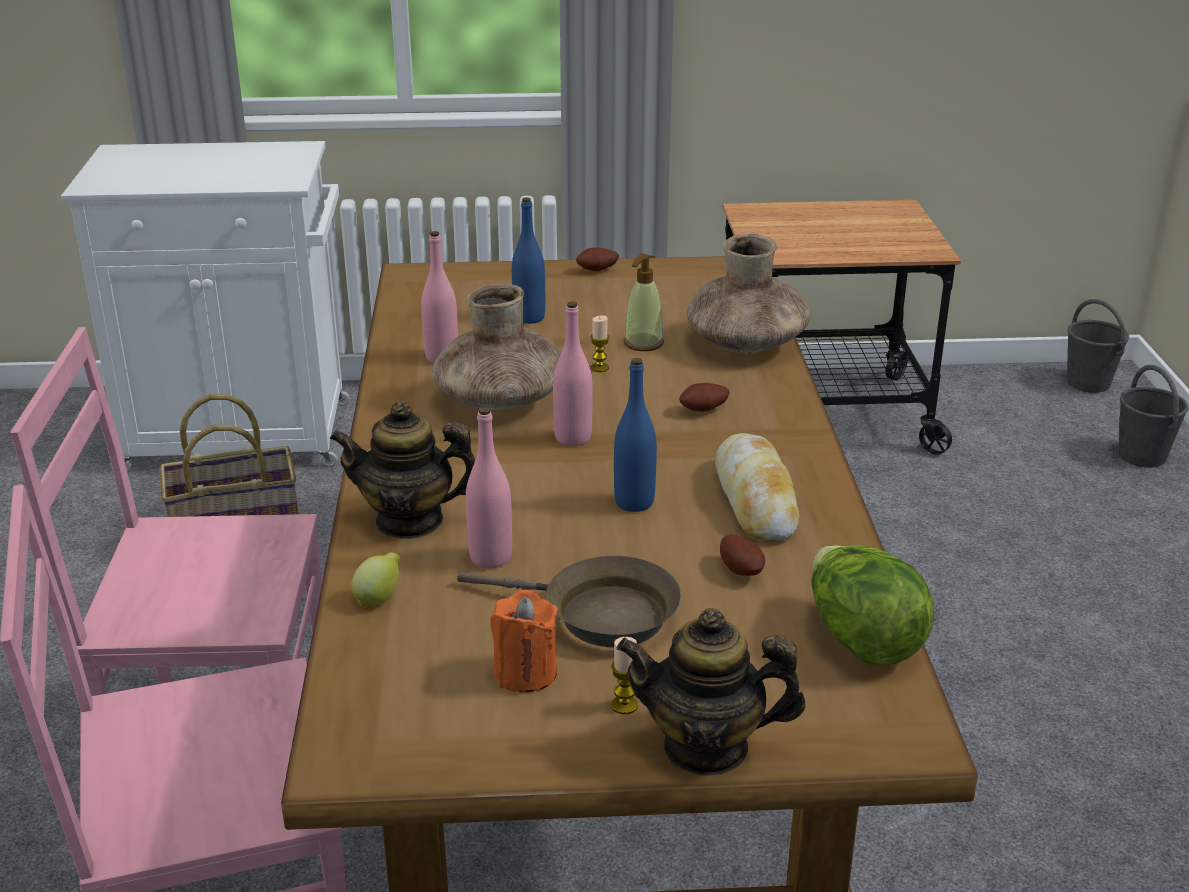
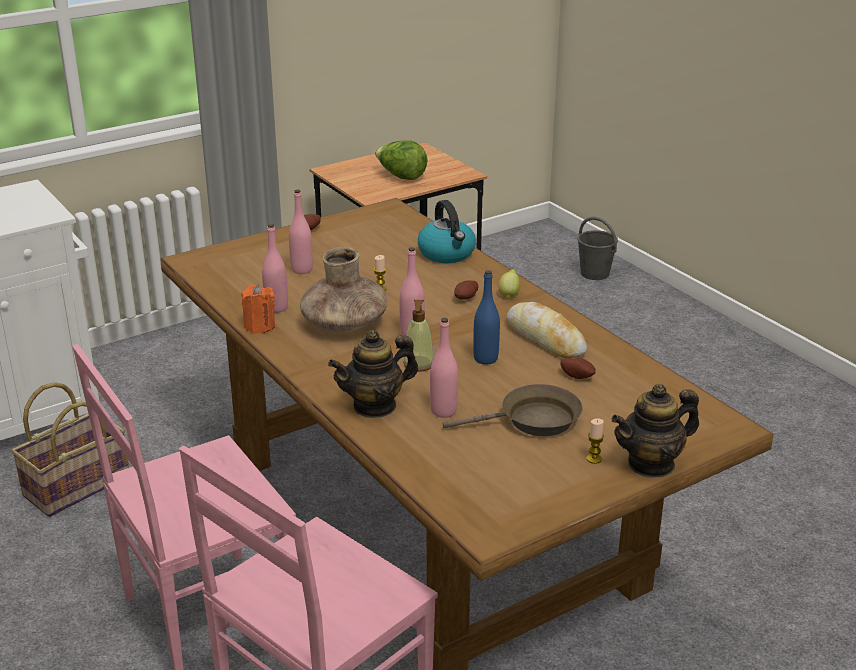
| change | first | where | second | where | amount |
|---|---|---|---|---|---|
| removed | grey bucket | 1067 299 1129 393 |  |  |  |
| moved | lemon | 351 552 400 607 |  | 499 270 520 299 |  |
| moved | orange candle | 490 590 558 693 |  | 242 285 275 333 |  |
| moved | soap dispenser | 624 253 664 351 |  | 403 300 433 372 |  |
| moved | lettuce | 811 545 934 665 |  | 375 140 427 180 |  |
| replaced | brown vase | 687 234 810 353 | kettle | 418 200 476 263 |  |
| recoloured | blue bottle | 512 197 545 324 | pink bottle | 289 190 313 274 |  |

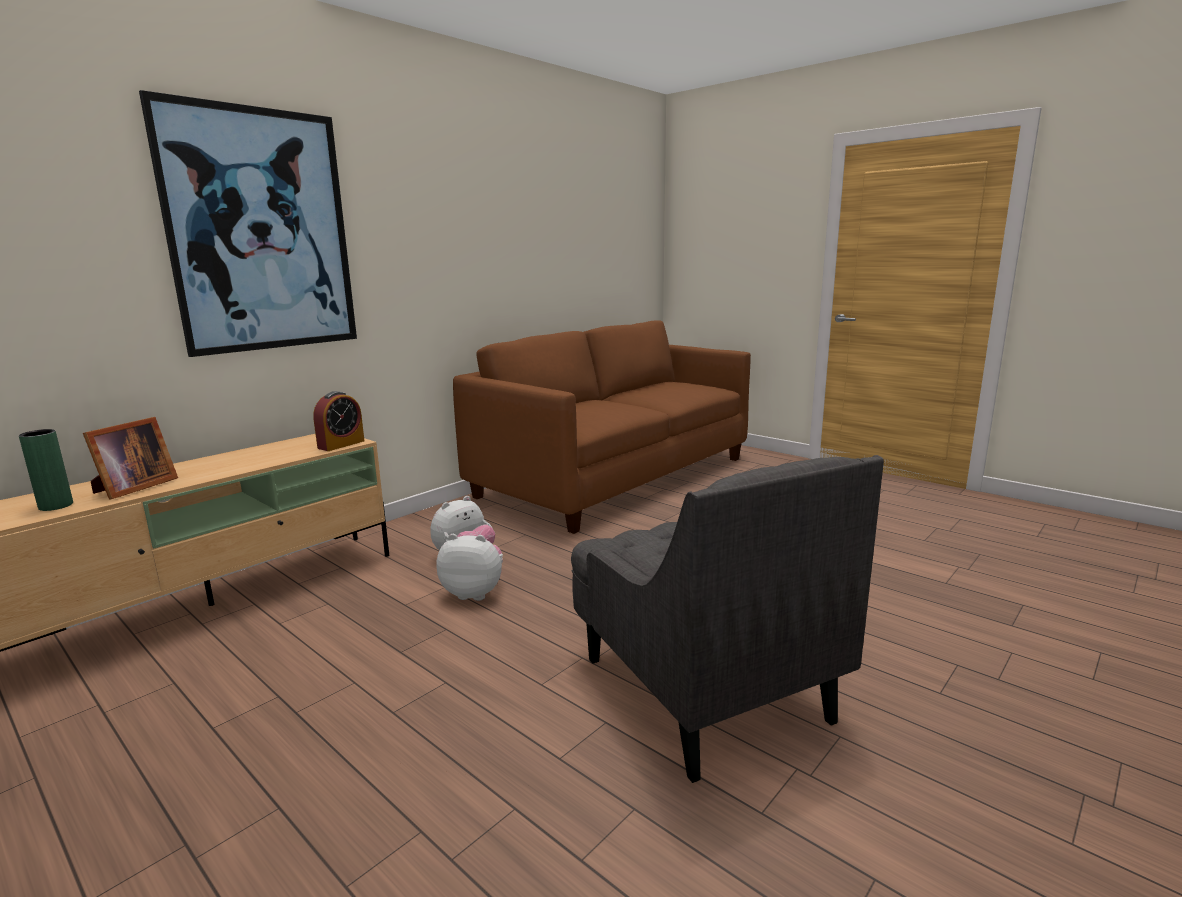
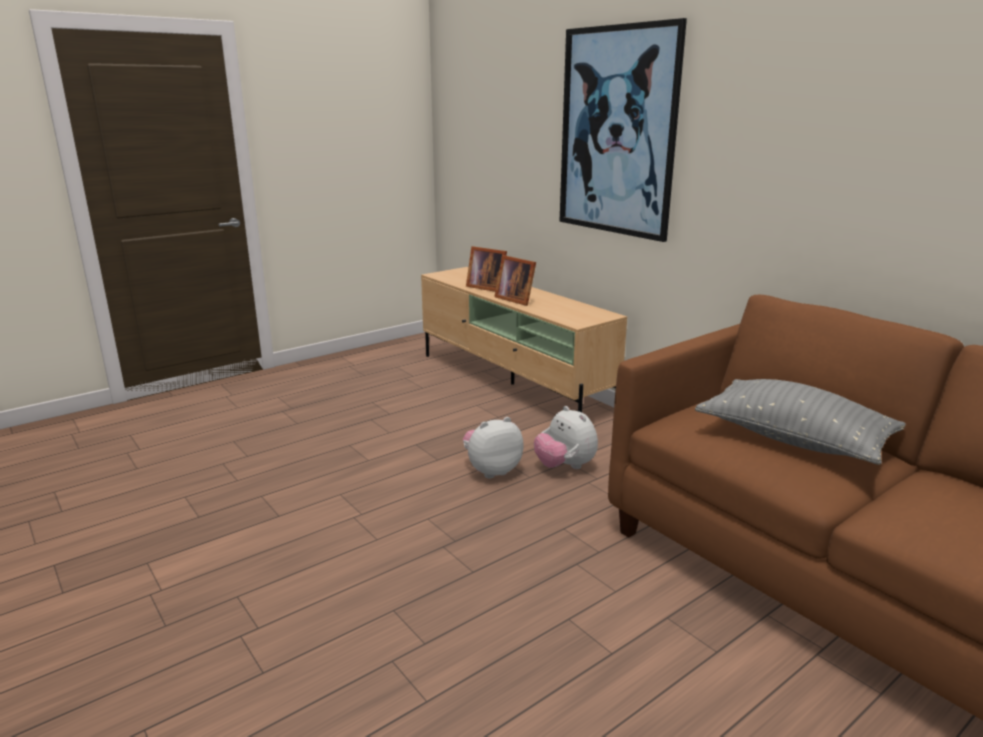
| change | first | where | second | where | amount |
|---|---|---|---|---|---|
| removed | green vase | 19 429 73 511 |  |  |  |
| removed | alarm clock | 313 391 364 451 |  |  |  |
| removed | grey armchair | 571 455 884 783 |  |  |  |
| added |  |  | picture frame | 494 255 536 306 |  |
| added |  |  | grey pillow | 695 379 906 465 |  |
| turned | plush toy | 436 534 503 601 |  | 463 417 524 478 | 135 degrees counterclockwise |

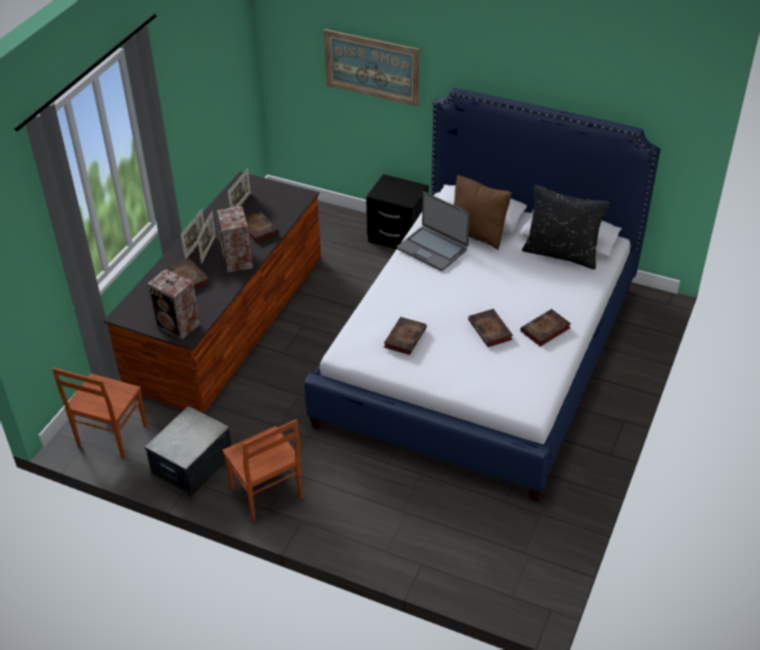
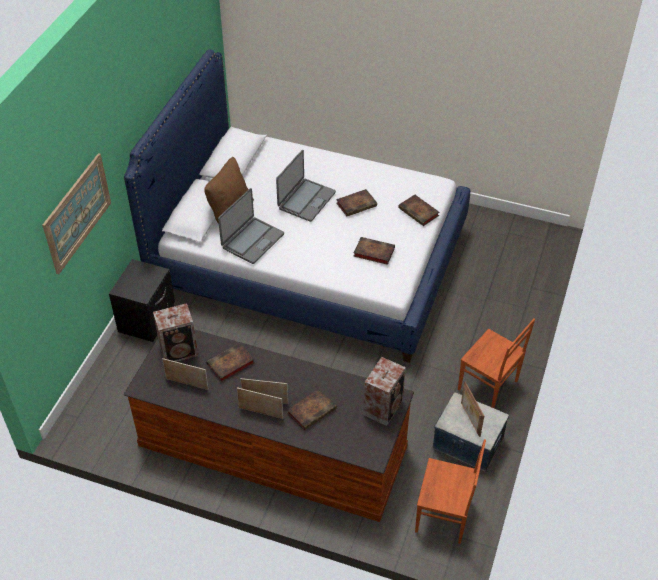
| change | first | where | second | where | amount |
|---|---|---|---|---|---|
| removed | black pillow | 522 185 610 270 |  |  |  |
| added |  |  | laptop | 276 150 336 222 |  |
| added |  |  | picture frame | 461 382 484 437 |  |
| moved | speaker | 216 206 253 273 |  | 153 303 198 362 |  |
| moved | book | 520 309 571 347 |  | 399 195 439 226 |  |
| turned | brown chair | 222 419 303 522 |  | 458 318 535 408 | 75 degrees clockwise |

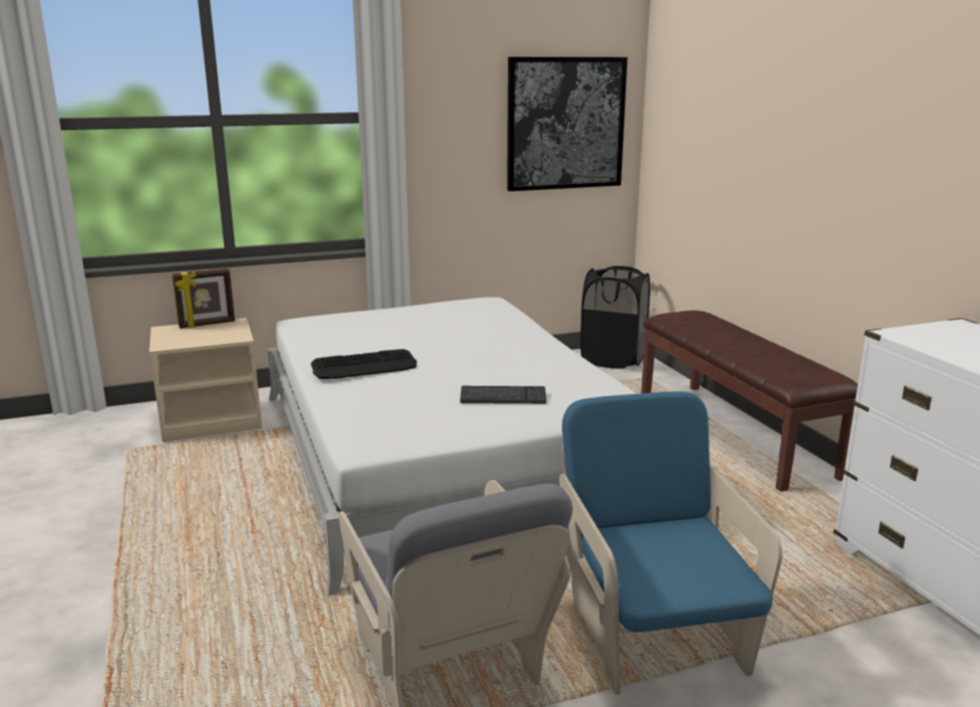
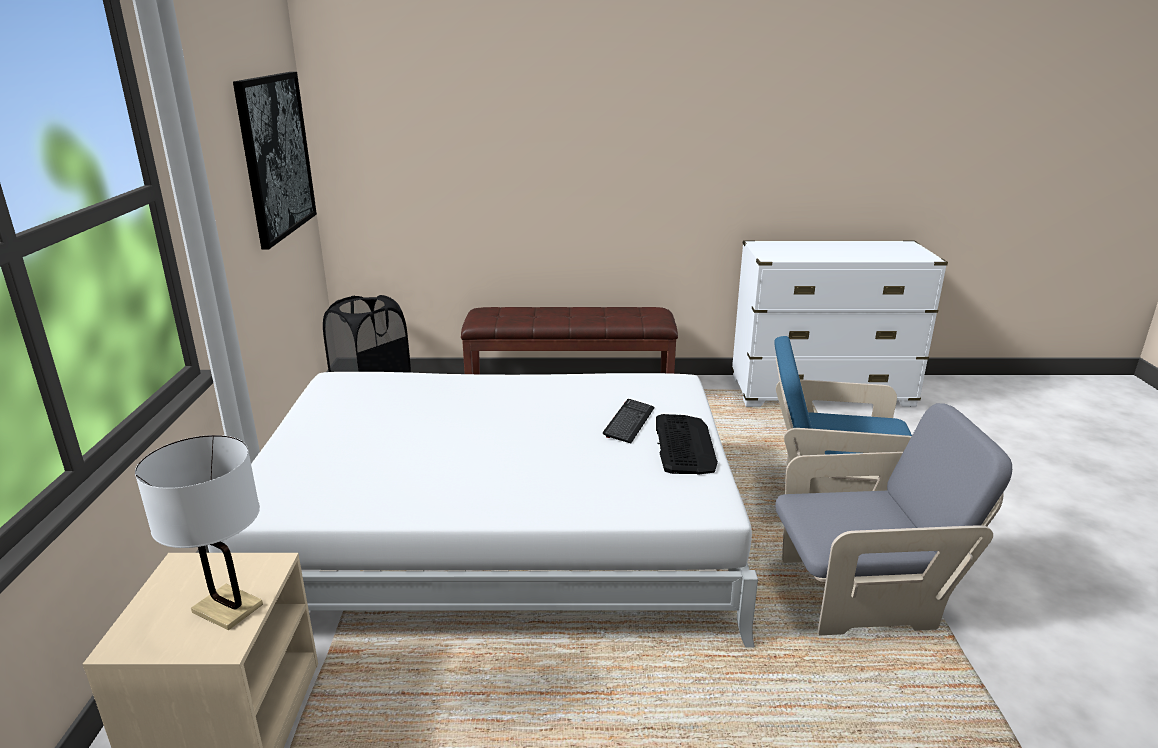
| change | first | where | second | where | amount |
|---|---|---|---|---|---|
| removed | picture frame | 172 268 235 328 |  |  |  |
| added |  |  | white table lamp | 135 435 263 630 |  |
| moved | keyboard | 311 349 417 379 |  | 656 414 718 475 |  |

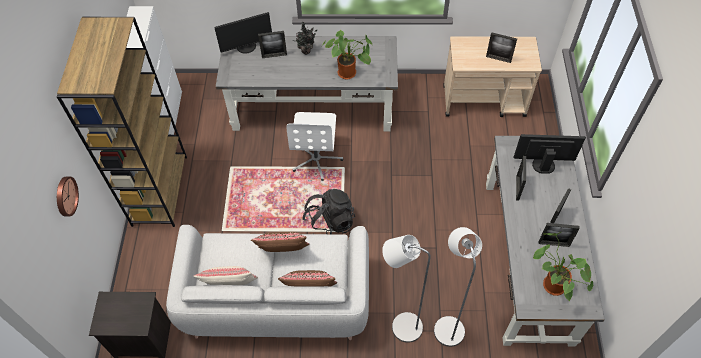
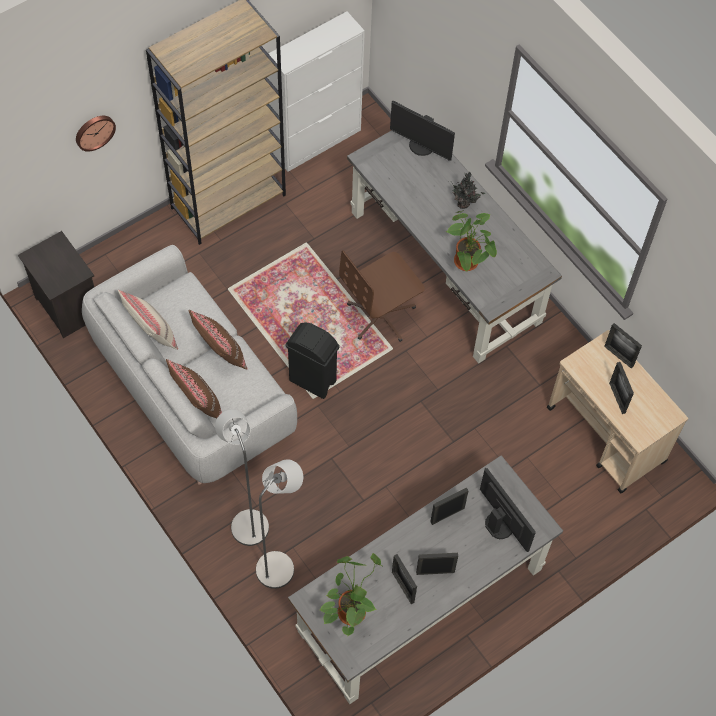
| change | first | where | second | where | amount |
|---|---|---|---|---|---|
| moved | picture frame | 258 31 287 58 |  | 604 323 642 369 |  |
| replaced | black backpack | 303 189 355 234 | black trash can | 285 323 340 399 |  |
| recoloured | white office chair | 286 112 343 181 | brown office chair | 339 250 425 342 |  |

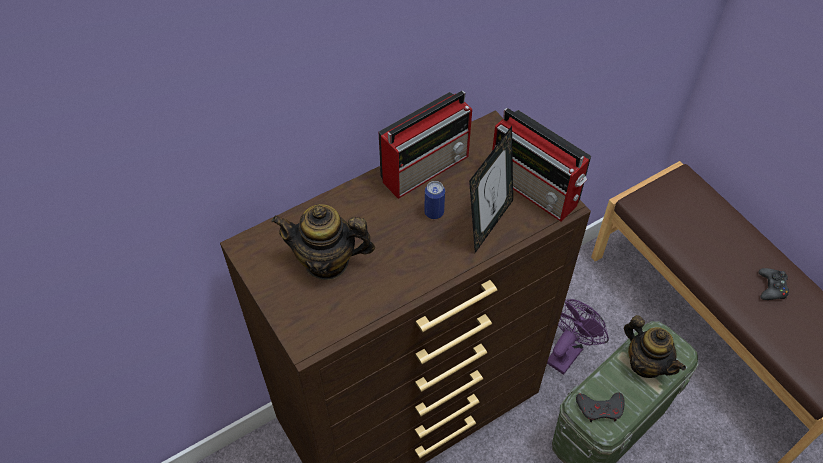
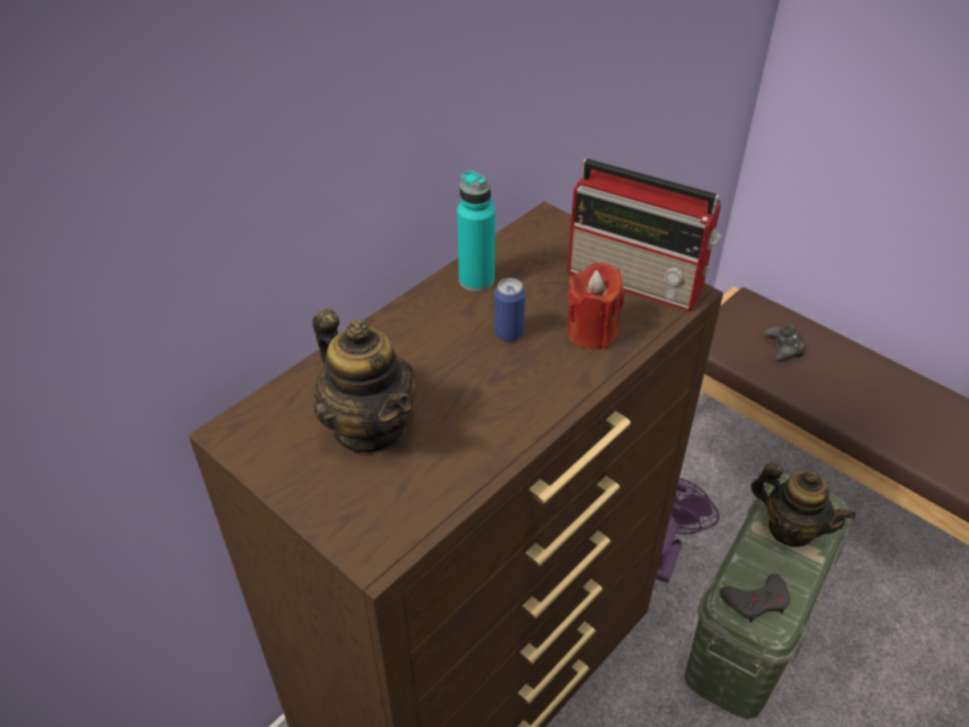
| change | first | where | second | where | amount |
|---|---|---|---|---|---|
| moved | black game controller | 759 268 789 300 |  | 764 325 805 362 |  |
| replaced | radio | 379 91 472 199 | turquoise bottle | 457 170 495 292 |  |
| replaced | picture frame | 469 126 513 253 | red candle | 566 262 625 349 |  |
| turned | teapot | 272 204 375 280 |  | 313 308 416 453 | 120 degrees counterclockwise |

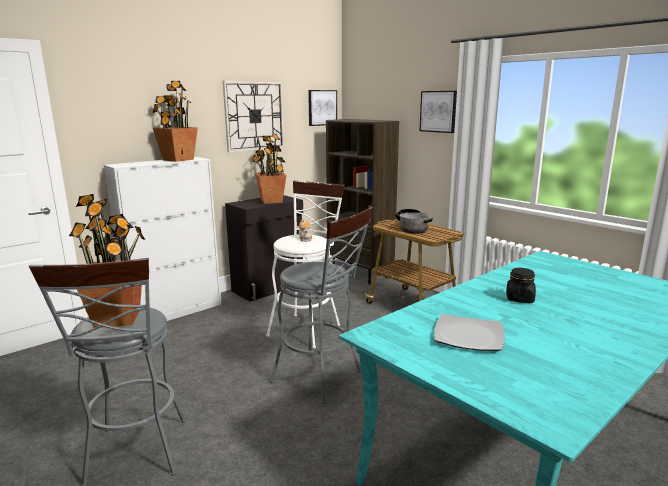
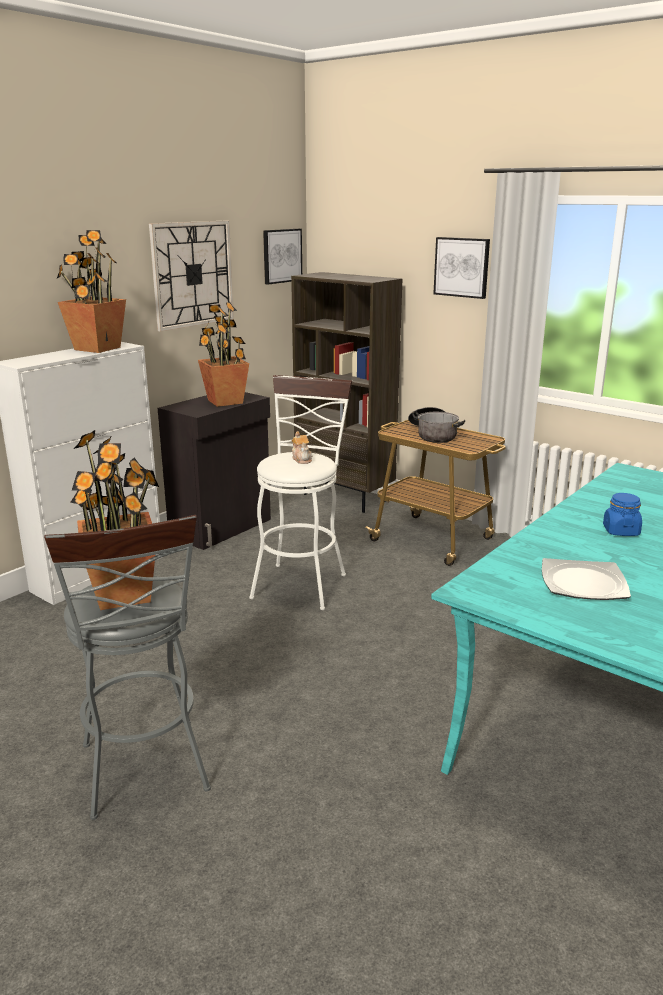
| change | first | where | second | where | amount |
|---|---|---|---|---|---|
| removed | grey stool | 270 207 373 404 |  |  |  |
| recoloured | black jar | 506 268 536 303 | blue jar | 603 493 642 536 |  |

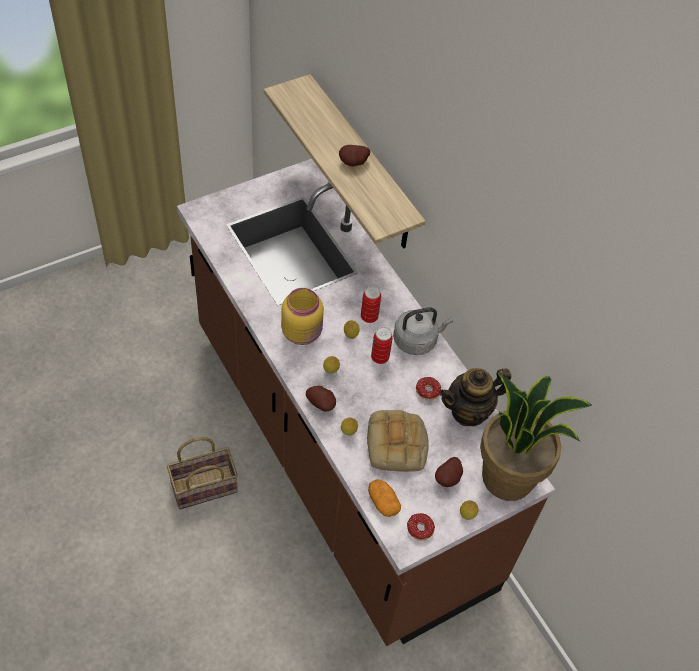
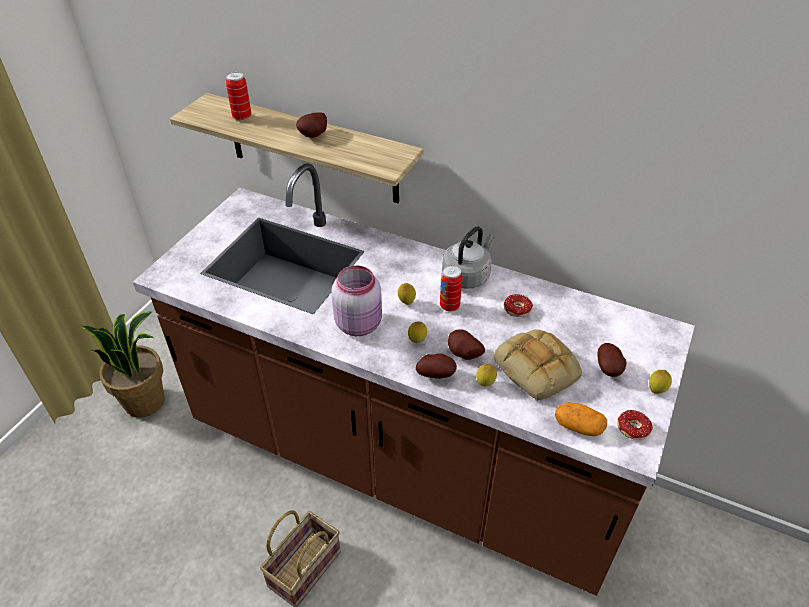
| change | first | where | second | where | amount |
|---|---|---|---|---|---|
| removed | teapot | 440 368 511 427 |  |  |  |
| added |  |  | potato | 448 329 485 360 |  |
| moved | can | 361 286 381 323 |  | 226 72 252 121 |  |
| moved | potted plant | 480 373 592 501 |  | 80 311 165 417 |  |
| recoloured | yellow jar | 281 288 324 345 | pink jar | 332 265 382 336 |  |

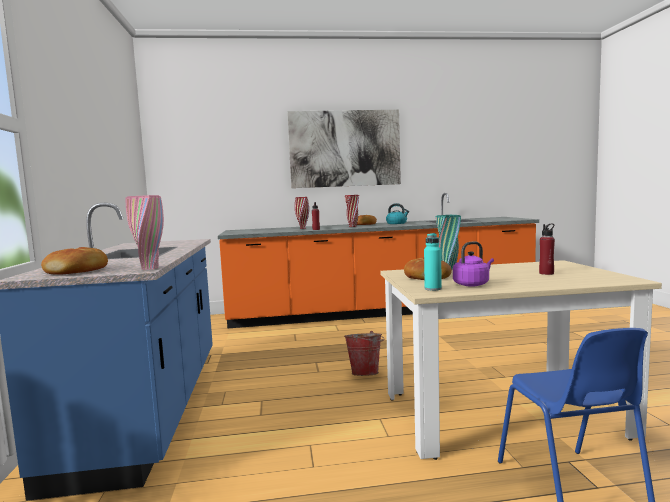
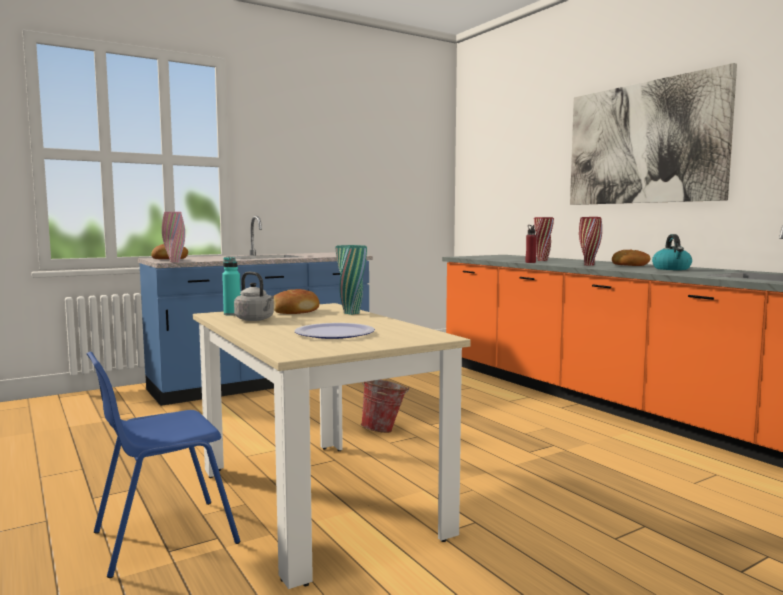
| change | first | where | second | where | amount |
|---|---|---|---|---|---|
| replaced | red bottle | 539 224 555 275 | plate | 294 323 375 339 |  |
| recoloured | purple kettle | 453 242 494 287 | grey kettle | 234 272 274 321 |  |

